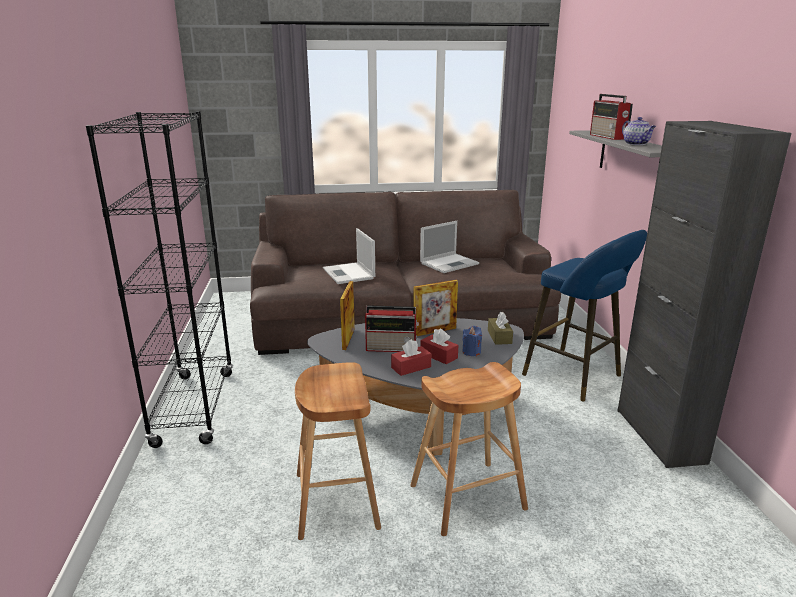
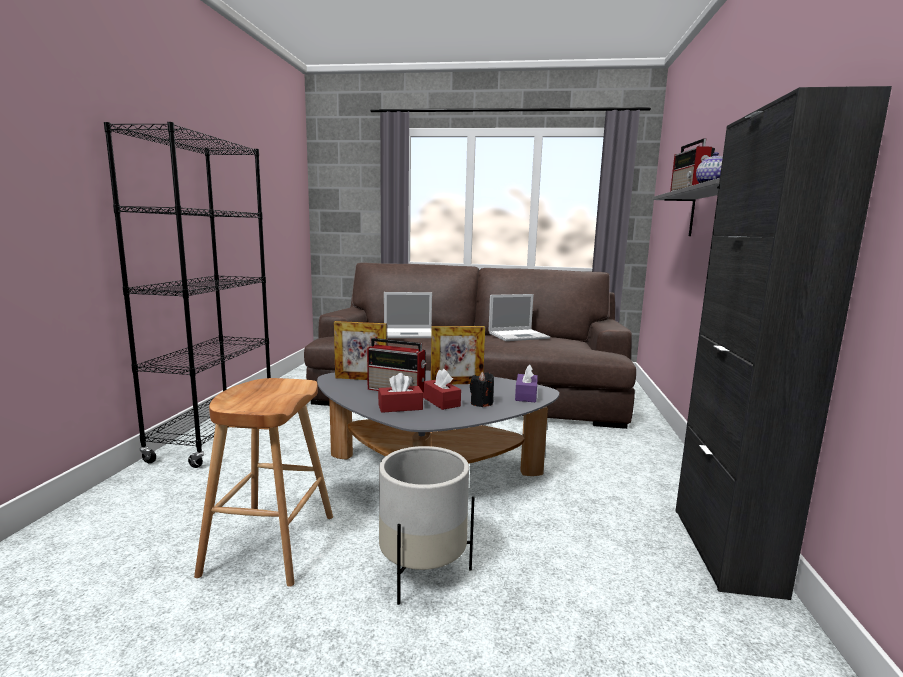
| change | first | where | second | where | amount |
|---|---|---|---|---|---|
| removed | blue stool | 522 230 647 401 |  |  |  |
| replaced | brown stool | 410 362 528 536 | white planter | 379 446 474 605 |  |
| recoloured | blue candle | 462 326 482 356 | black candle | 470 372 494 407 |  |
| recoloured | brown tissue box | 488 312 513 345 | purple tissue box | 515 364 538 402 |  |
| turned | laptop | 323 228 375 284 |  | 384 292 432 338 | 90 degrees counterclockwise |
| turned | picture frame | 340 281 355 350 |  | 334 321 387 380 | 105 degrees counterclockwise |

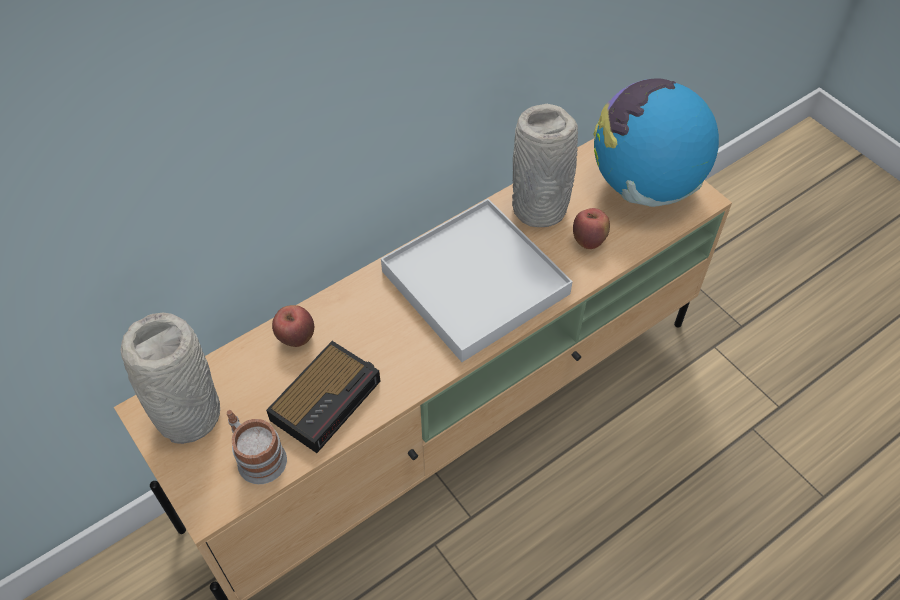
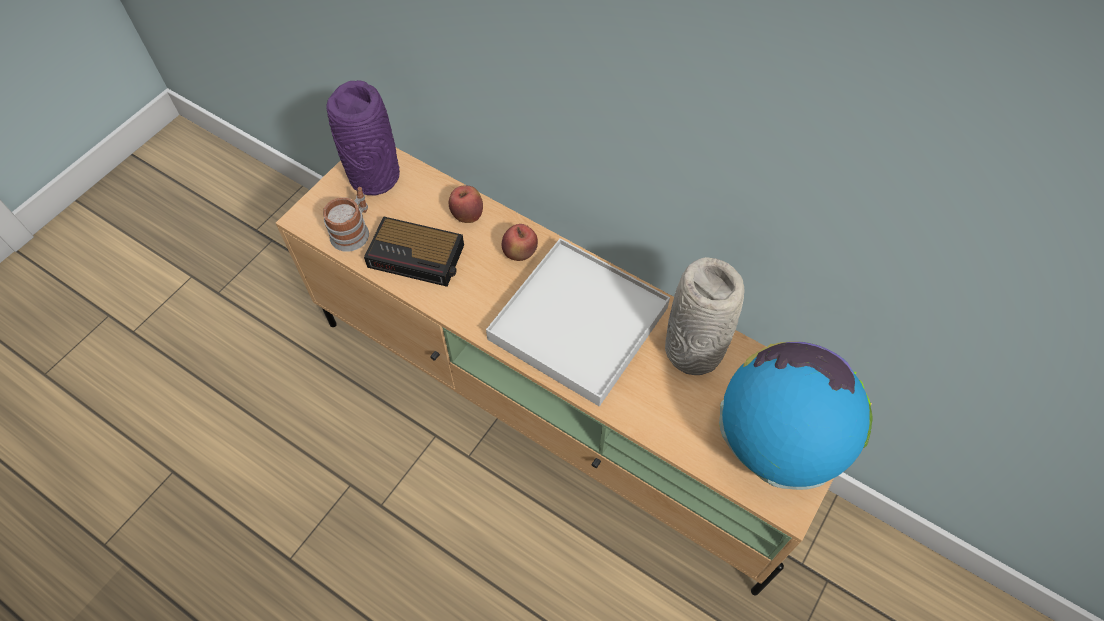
| change | first | where | second | where | amount |
|---|---|---|---|---|---|
| moved | apple | 573 208 610 249 |  | 502 224 538 261 |  |
| recoloured | grey vase | 120 313 220 444 | purple vase | 326 80 400 195 |  |

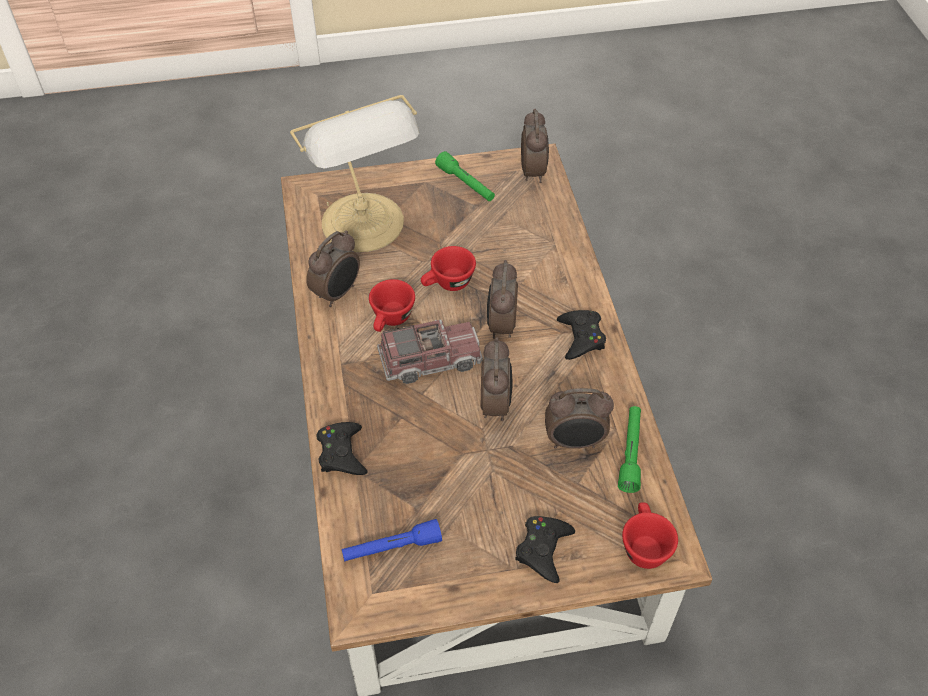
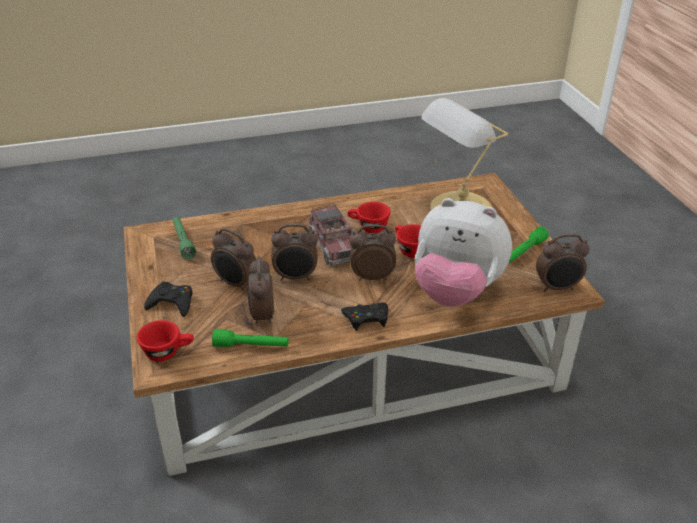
| change | first | where | second | where | amount |
|---|---|---|---|---|---|
| removed | black game controller | 316 422 367 475 |  |  |  |
| added |  |  | plush toy | 415 198 512 307 |  |
| moved | alarm clock | 306 230 360 307 |  | 211 228 256 291 |  |
| recoloured | blue flashlight | 342 519 442 561 | green flashlight | 173 216 196 259 |  |

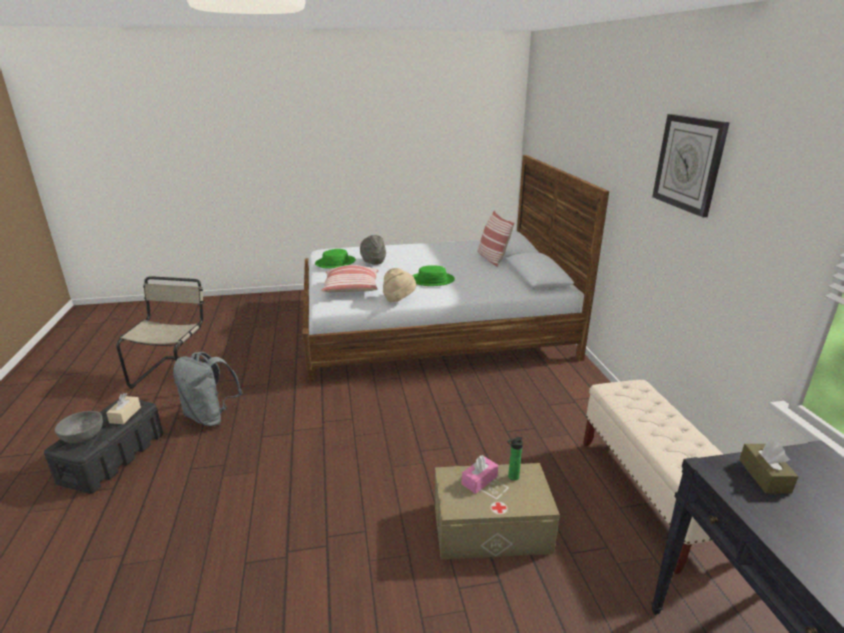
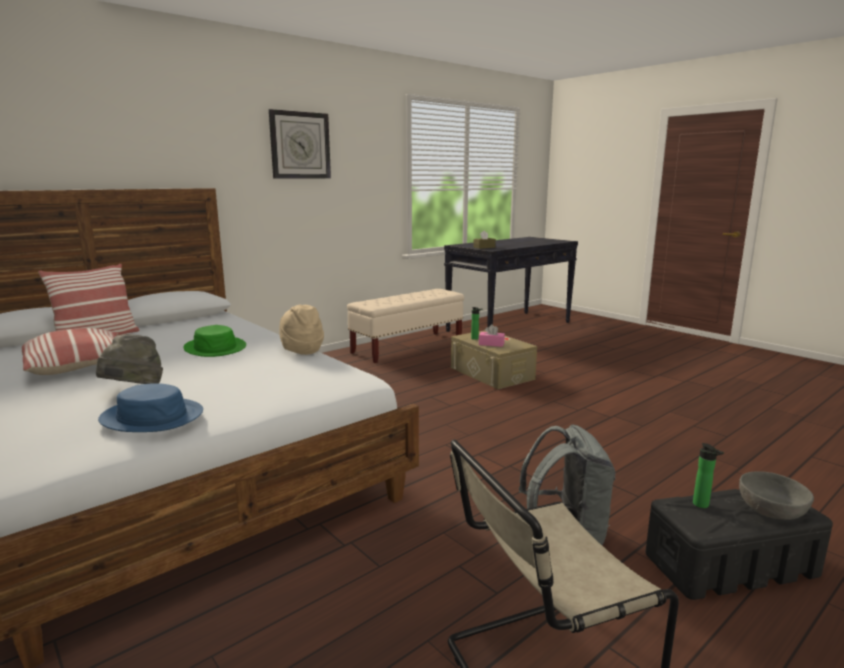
| change | first | where | second | where | amount |
|---|---|---|---|---|---|
| moved | pillow | 321 265 379 292 |  | 22 328 119 375 |  |
| replaced | beige tissue box | 106 393 141 424 | bottle | 693 443 724 508 |  |
| recoloured | green hat | 315 249 356 268 | blue hat | 98 383 203 432 |  |

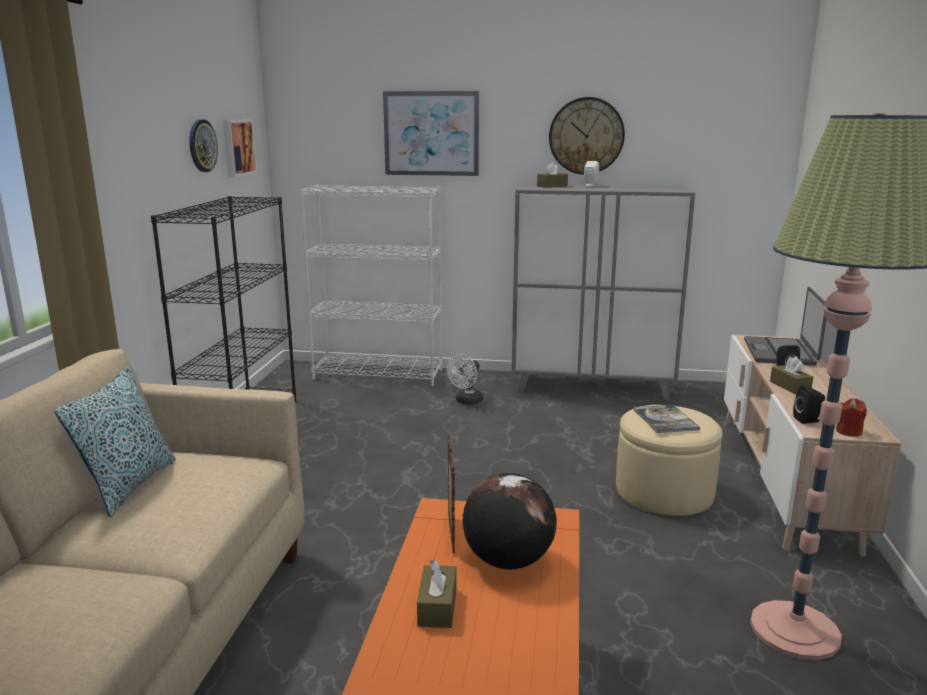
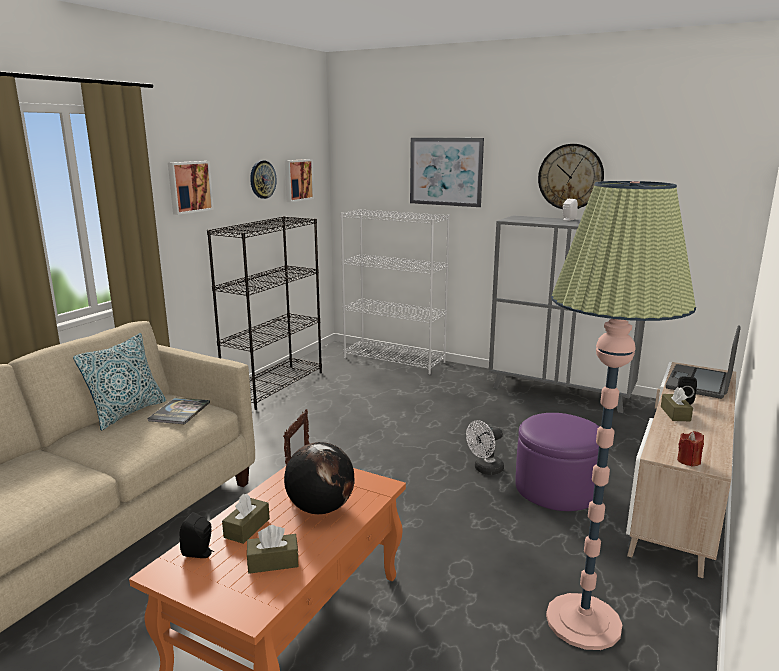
| change | first | where | second | where | amount |
|---|---|---|---|---|---|
| added |  |  | picture | 168 161 214 215 |  |
| moved | white fan | 447 354 483 404 |  | 466 420 504 475 |  |
| moved | brown tissue box | 537 162 568 188 |  | 247 525 299 574 |  |
| moved | book | 634 405 700 433 |  | 147 398 210 424 |  |
| moved | black speaker | 793 385 825 424 |  | 180 512 214 558 |  |
| recoloured | beige ottoman | 616 405 722 516 | purple ottoman | 515 413 599 511 |  |

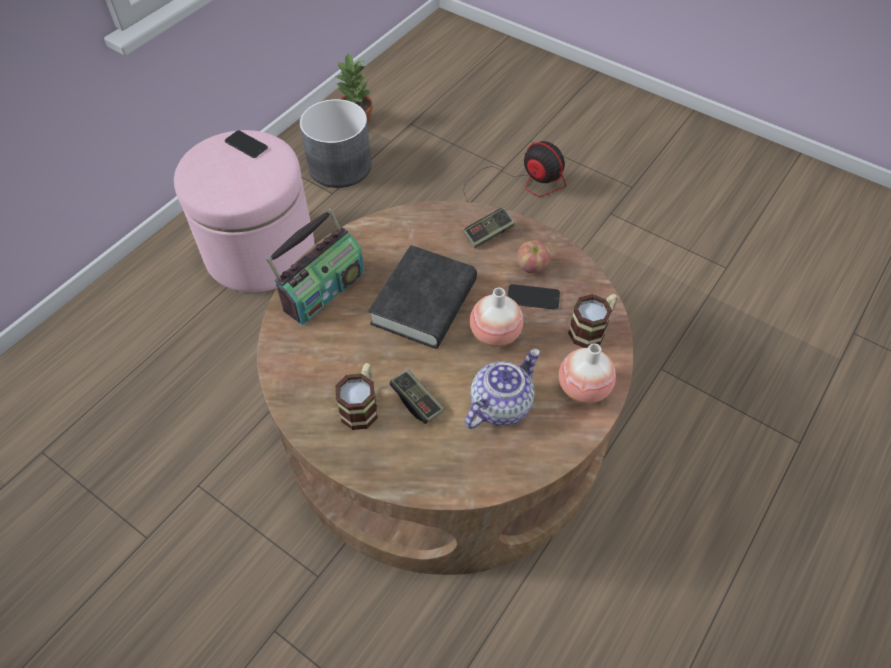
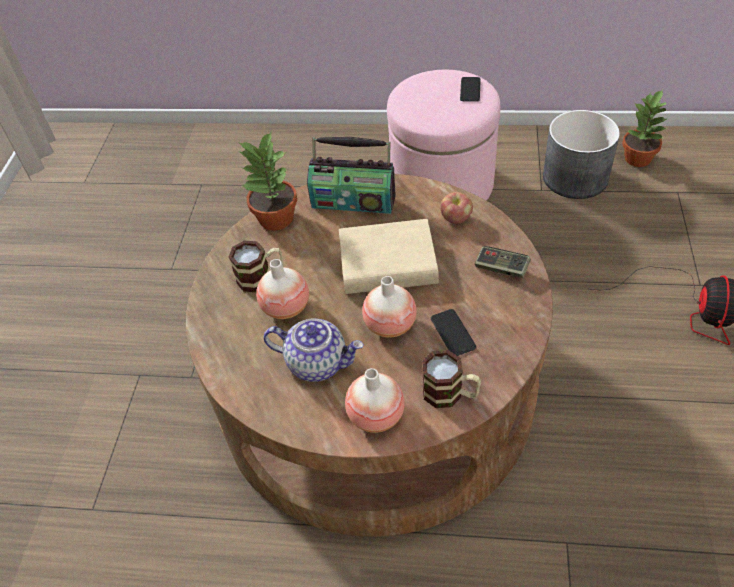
| change | first | where | second | where | amount |
|---|---|---|---|---|---|
| added |  |  | potted plant | 240 131 297 231 |  |
| moved | apple | 517 240 550 273 |  | 441 192 473 224 |  |
| replaced | game controller | 389 370 444 424 | vase | 256 259 309 319 |  |
| recoloured | black book | 368 245 477 349 | beige book | 339 219 439 294 |  |

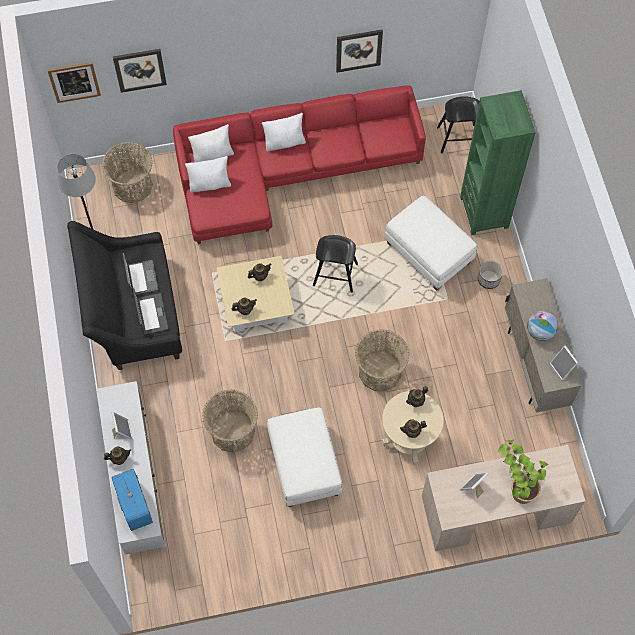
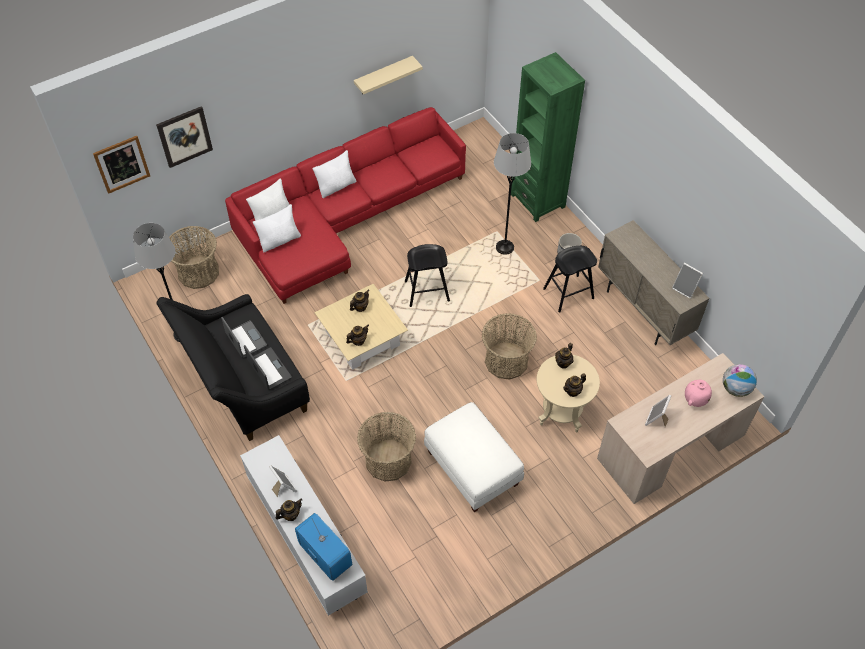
| change | first | where | second | where | amount |
|---|---|---|---|---|---|
| moved | black stool | 437 97 479 153 |  | 543 246 597 312 |  |
| moved | globe | 527 311 558 341 |  | 723 364 757 397 |  |
| replaced | picture | 336 30 383 73 | beige shelf | 354 56 423 94 |  |
| replaced | white ottoman | 384 195 477 291 | grey floor lamp | 494 133 531 255 |  |
| replaced | potted plant | 497 439 548 504 | pink vase | 685 380 712 407 |  |

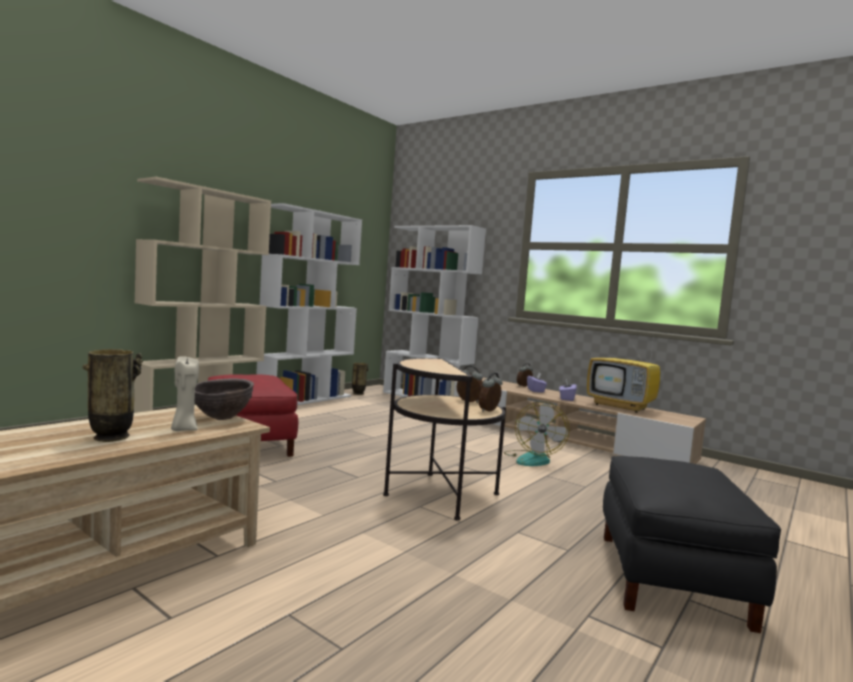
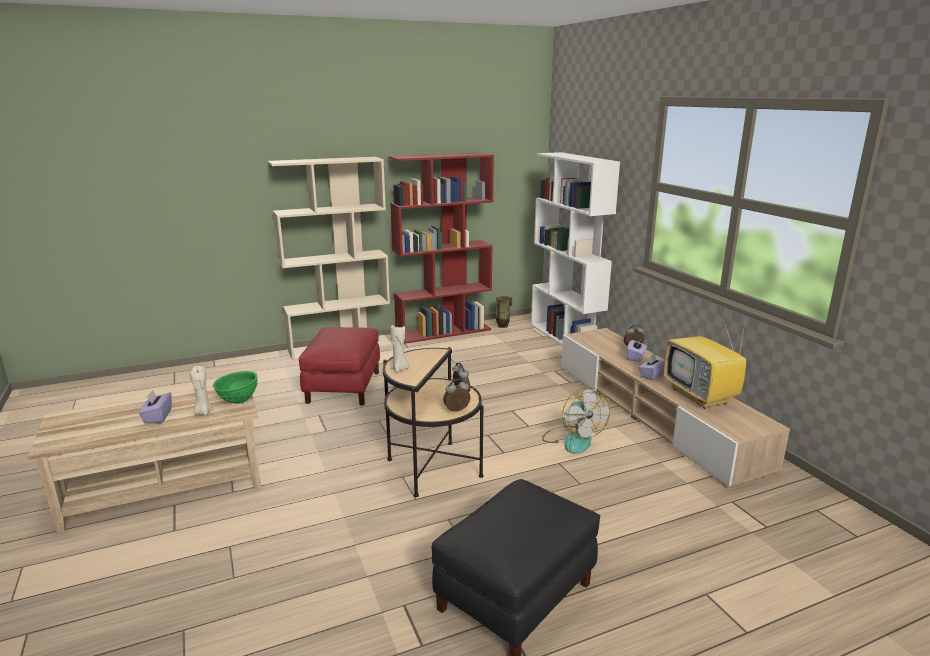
| change | first | where | second | where | amount |
|---|---|---|---|---|---|
| added |  |  | beige candle | 390 325 409 372 |  |
| replaced | vase | 83 349 143 442 | purple tissue box | 139 390 172 424 |  |
| recoloured | brown bowl | 195 379 254 420 | green bowl | 213 371 258 404 |  |
| recoloured | white bookcase | 256 203 362 405 | red bookcase | 388 152 494 344 |  |
| turned | fan | 504 402 570 466 |  | 542 387 610 454 | 60 degrees counterclockwise |

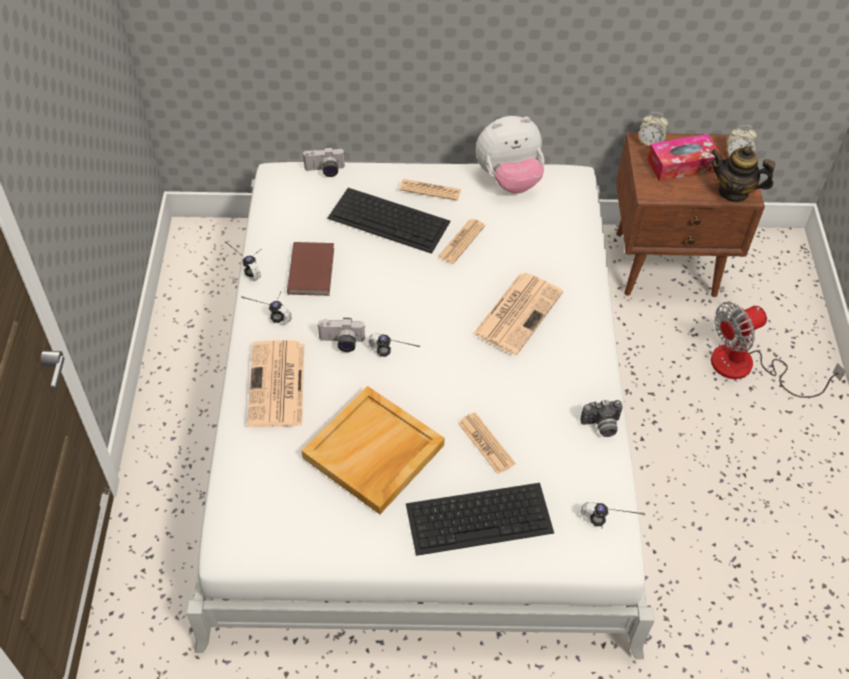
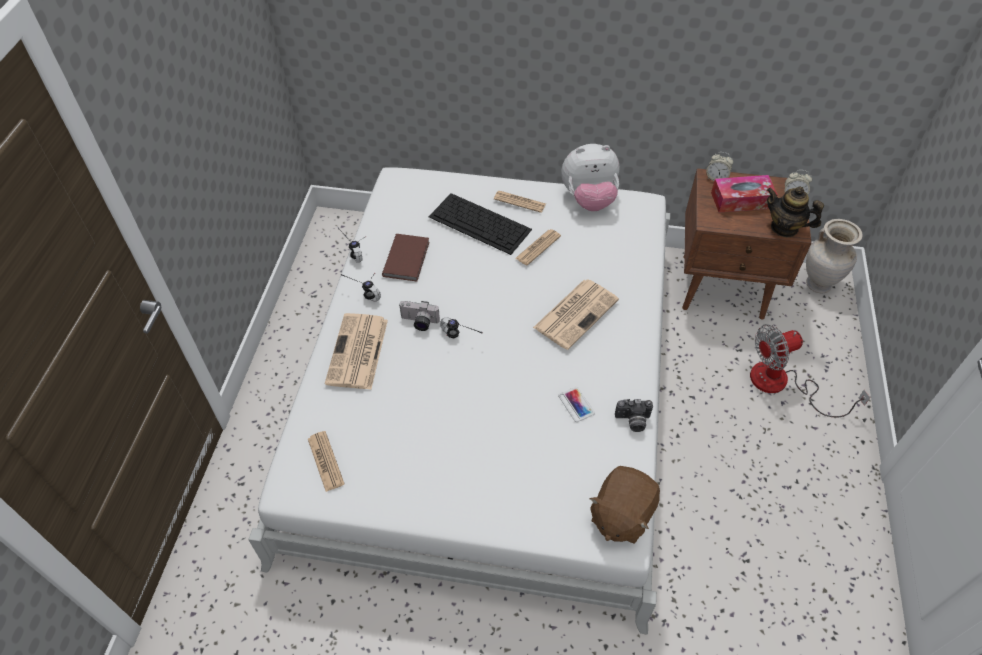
| change | first | where | second | where | amount |
|---|---|---|---|---|---|
| removed | beige tray | 301 386 445 514 |  |  |  |
| removed | photo camera | 303 147 345 177 |  |  |  |
| removed | keyboard | 406 483 554 556 |  |  |  |
| added |  |  | phone | 558 387 595 422 |  |
| added |  |  | beige vase | 806 219 863 293 |  |
| moved | newspaper | 458 412 515 474 |  | 308 431 345 492 |  |
| replaced | headphones | 581 502 643 529 | brown plush toy | 589 466 660 544 |  |

